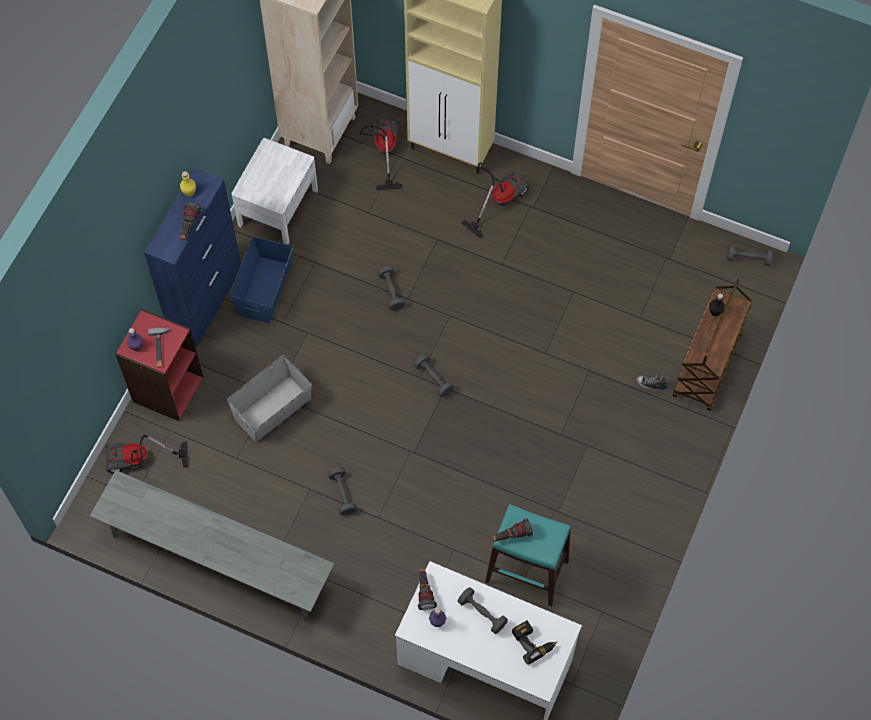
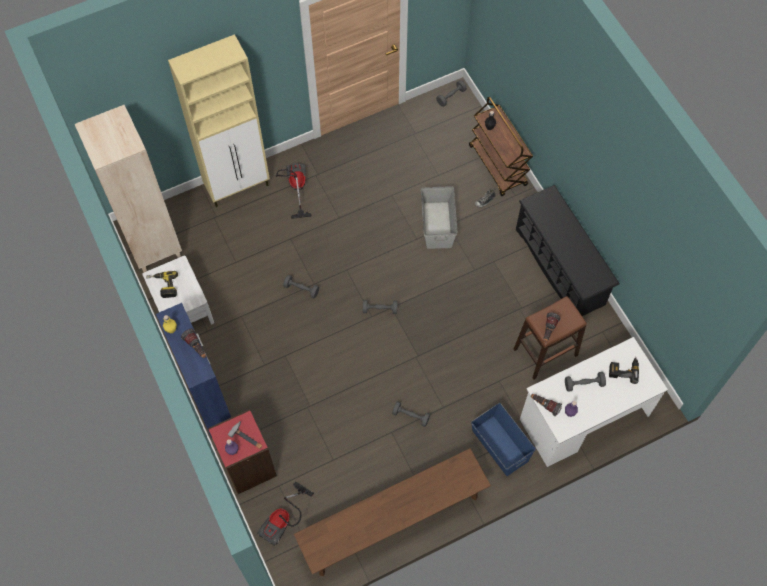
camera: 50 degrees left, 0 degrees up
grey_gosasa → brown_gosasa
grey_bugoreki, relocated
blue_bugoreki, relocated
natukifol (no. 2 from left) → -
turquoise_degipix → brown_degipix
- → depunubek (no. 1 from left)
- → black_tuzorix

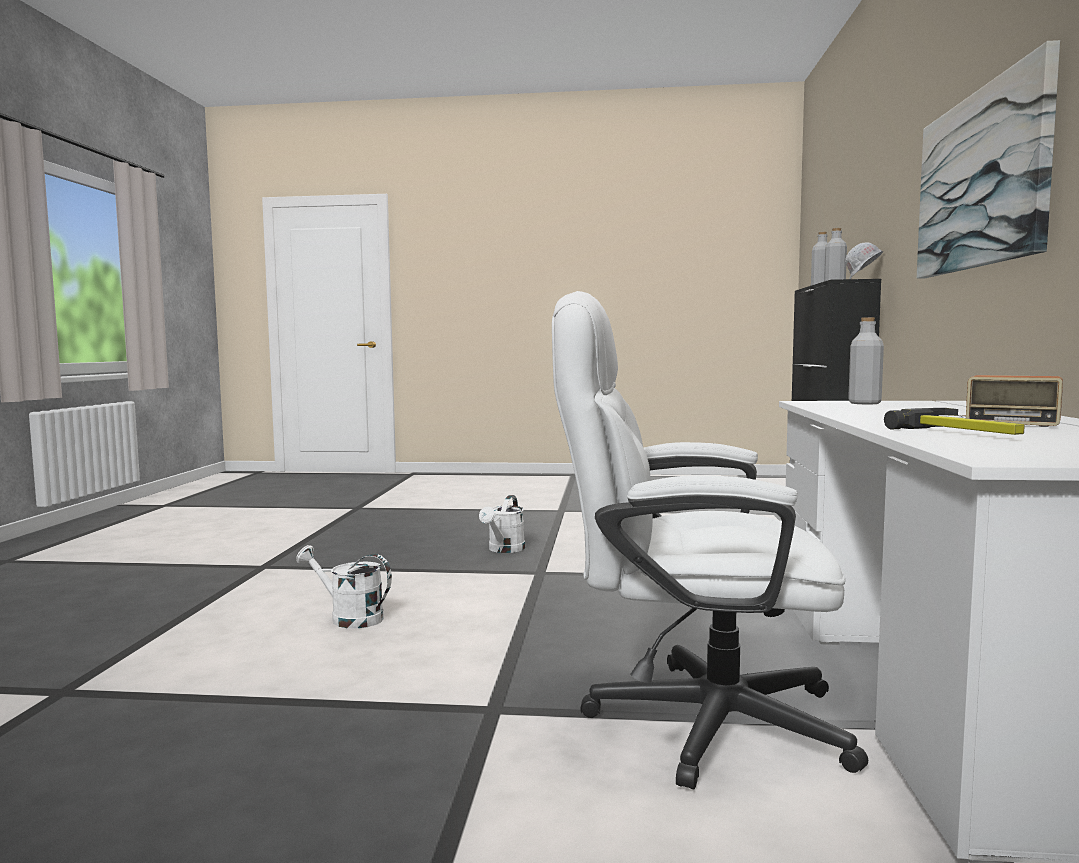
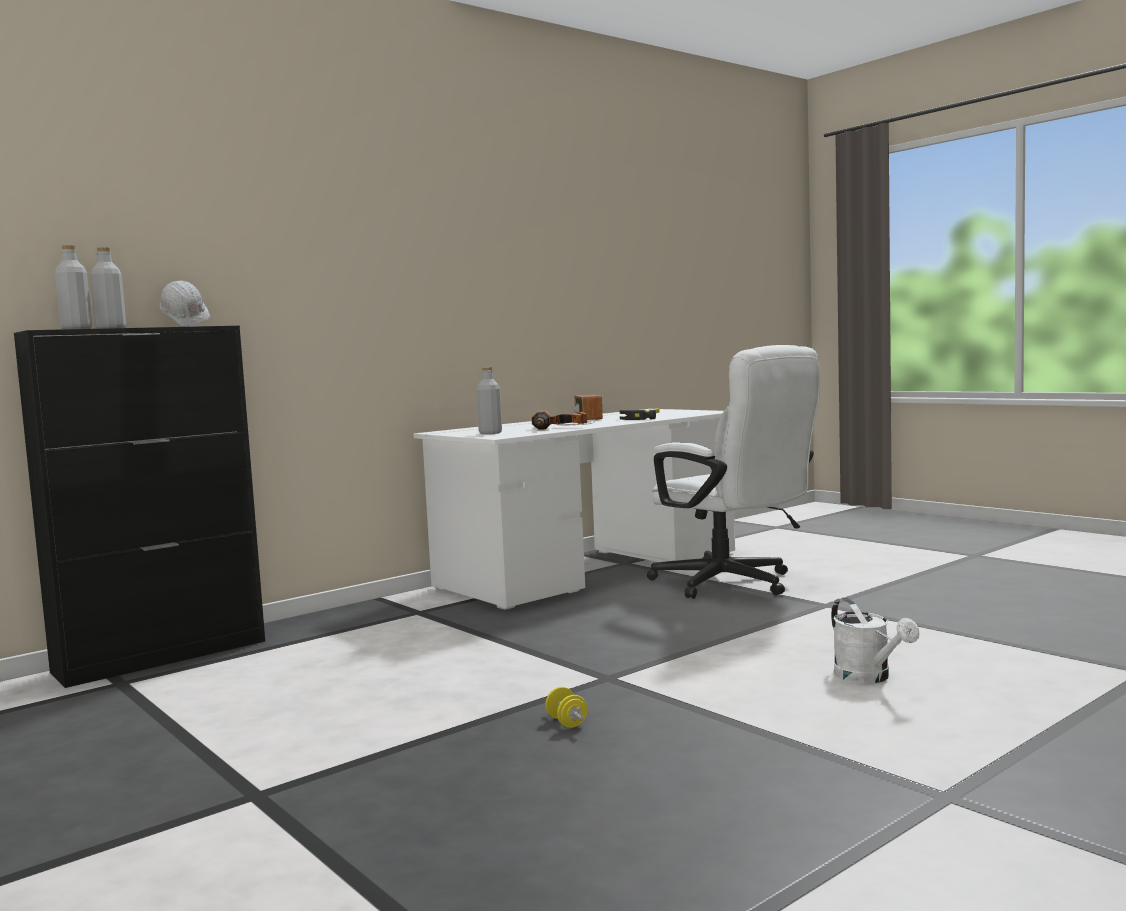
camera: 135 degrees left, 0 degrees up
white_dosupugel (no. 2 from left) → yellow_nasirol
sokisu → -
- → depunubek

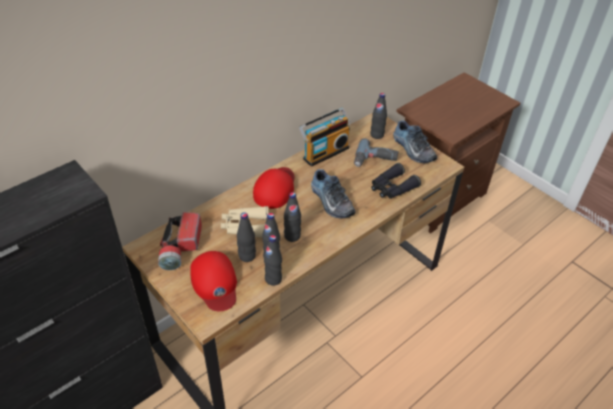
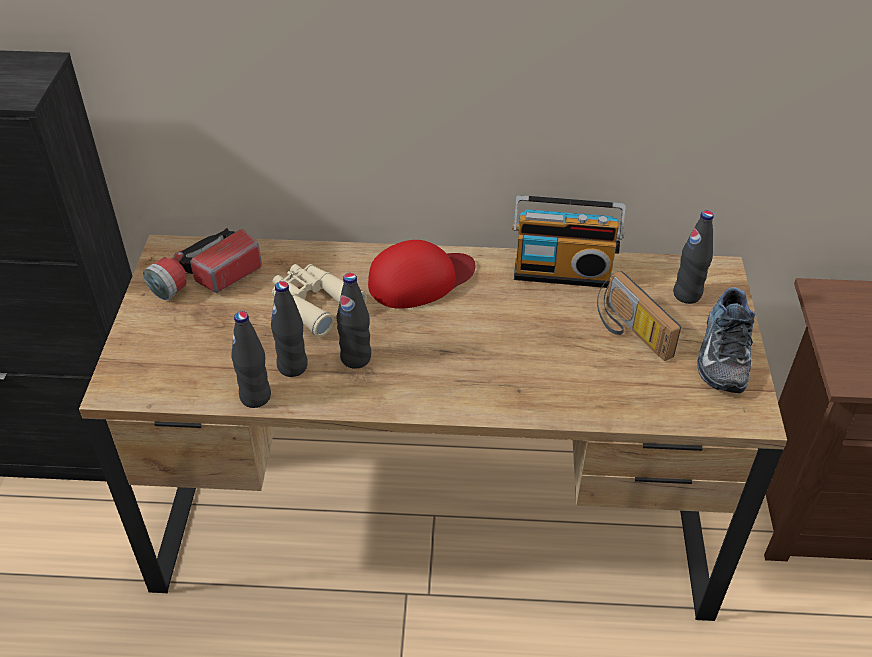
camera: 45 degrees right, 0 degrees up
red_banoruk (no. 1 from left) → -
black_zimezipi (no. 1 from left) → -
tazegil (no. 1 from left) → -
depunubek → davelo (no. 2 from left)
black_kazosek → -

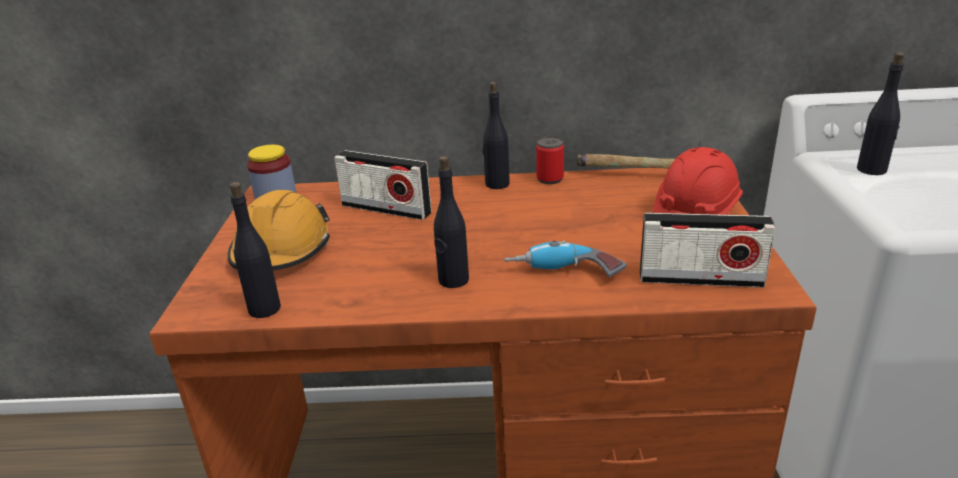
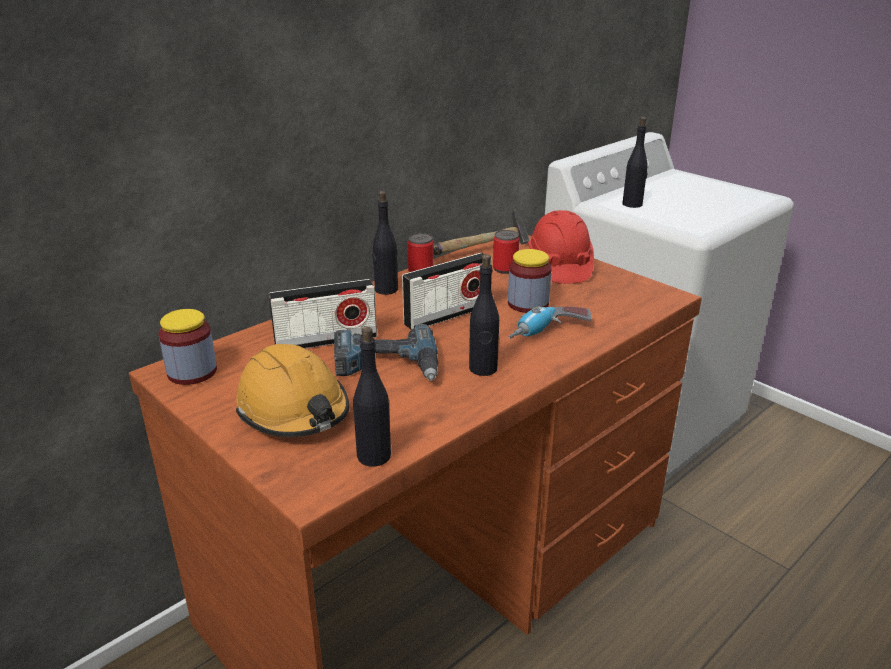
camera: 45 degrees left, 0 degrees up
davelo (no. 2 from left), relocated
- → depunubek (no. 1 from left)
- → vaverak (no. 2 from left)
- → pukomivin (no. 2 from left)

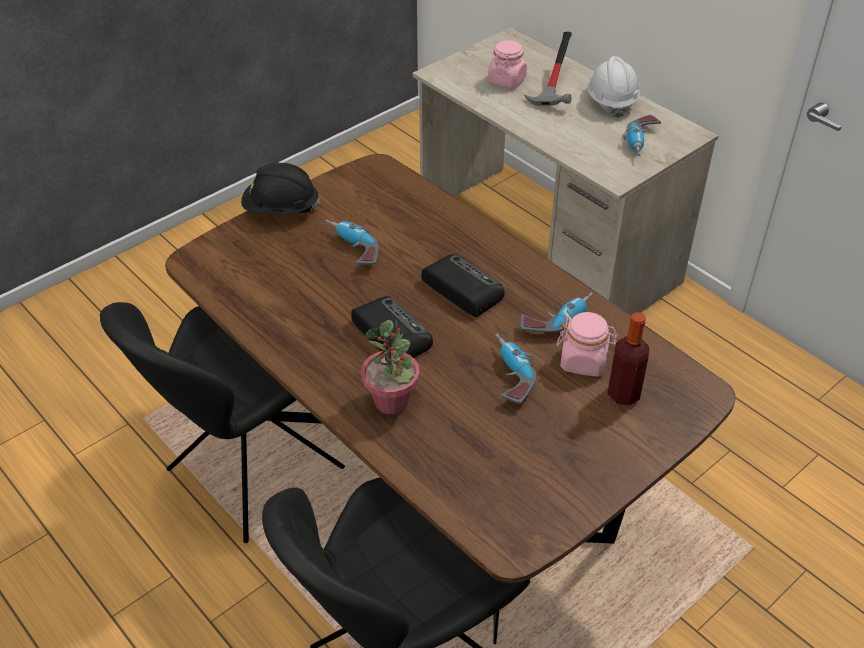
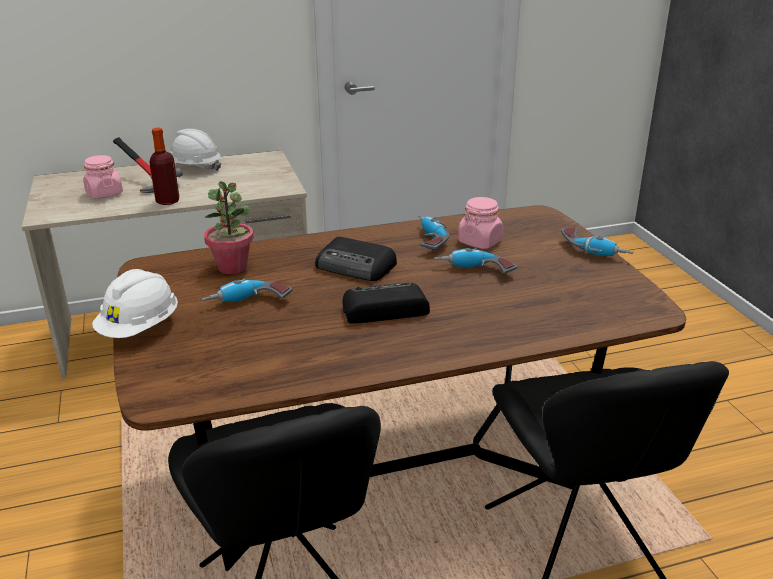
camera: 65 degrees left, 15 degrees down
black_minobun → white_minobun (no. 1 from left)
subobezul, relocated
davelo (no. 2 from left in the first image) → davelo (no. 1 from left), 135 degrees counterclockwise
zimezipi, relocated
depunubek (no. 4 from left), relocated

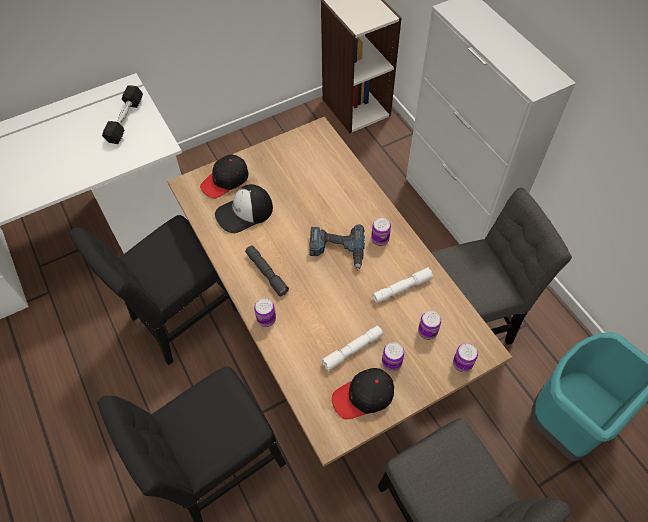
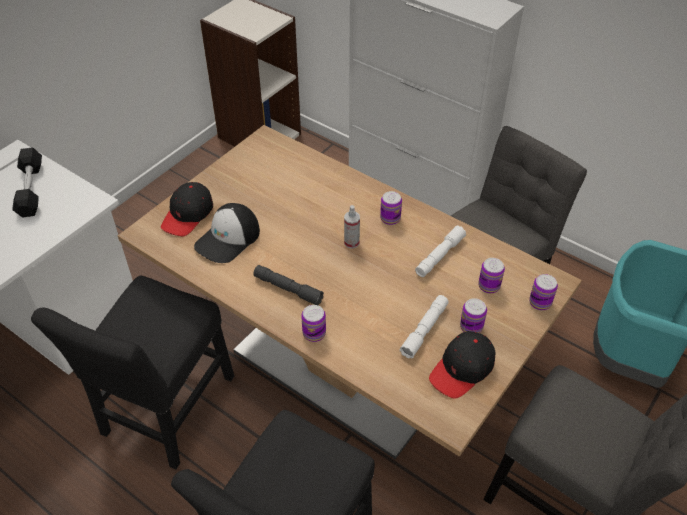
camera: 25 degrees left, 10 degrees down
depunubek → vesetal

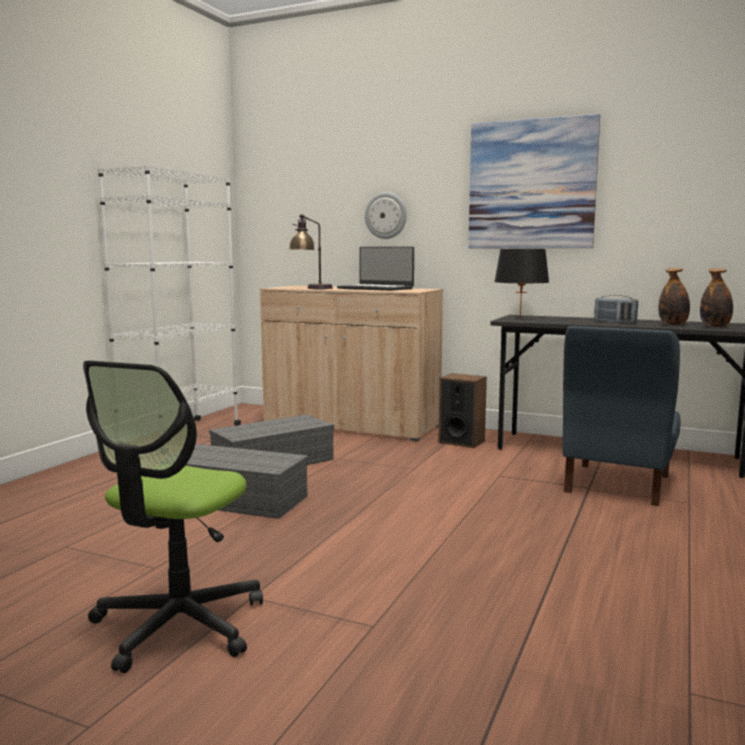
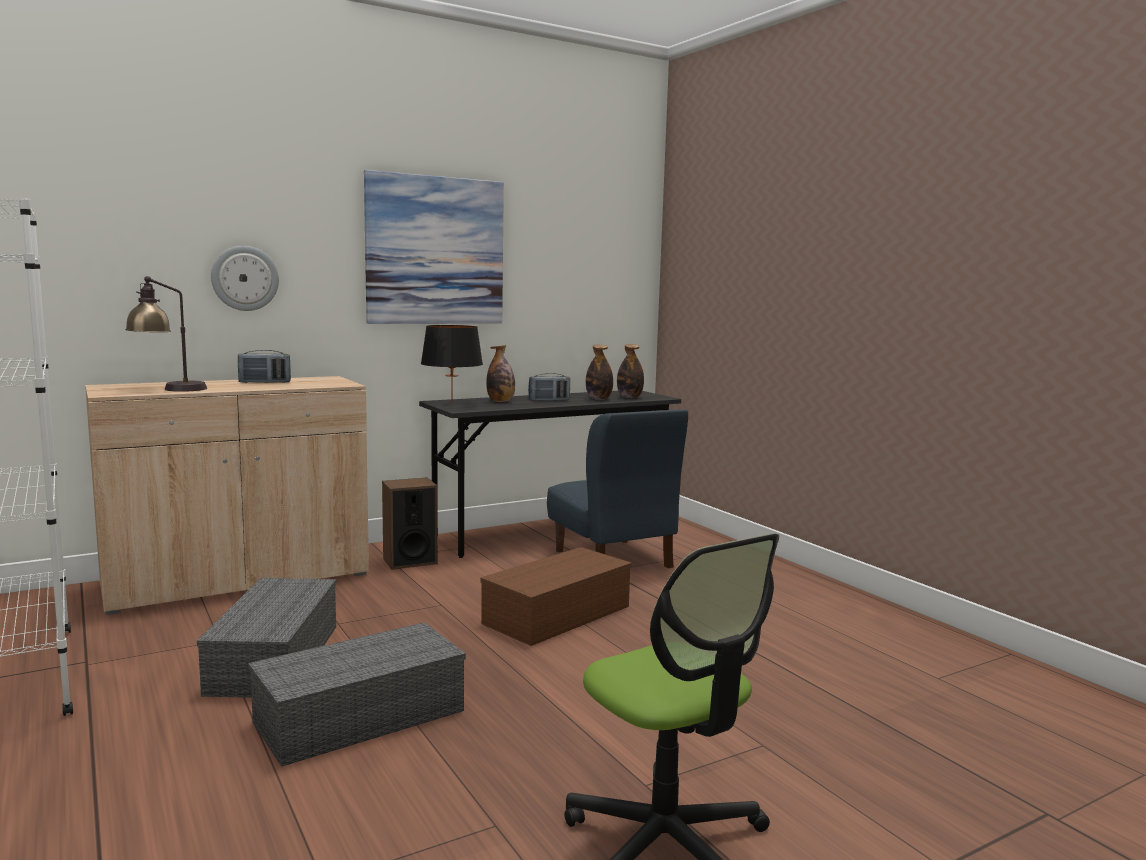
camera: 55 degrees left, 0 degrees up
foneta → davelo (no. 1 from left)
- → brown_bugoreki
- → zimezipi (no. 1 from left)

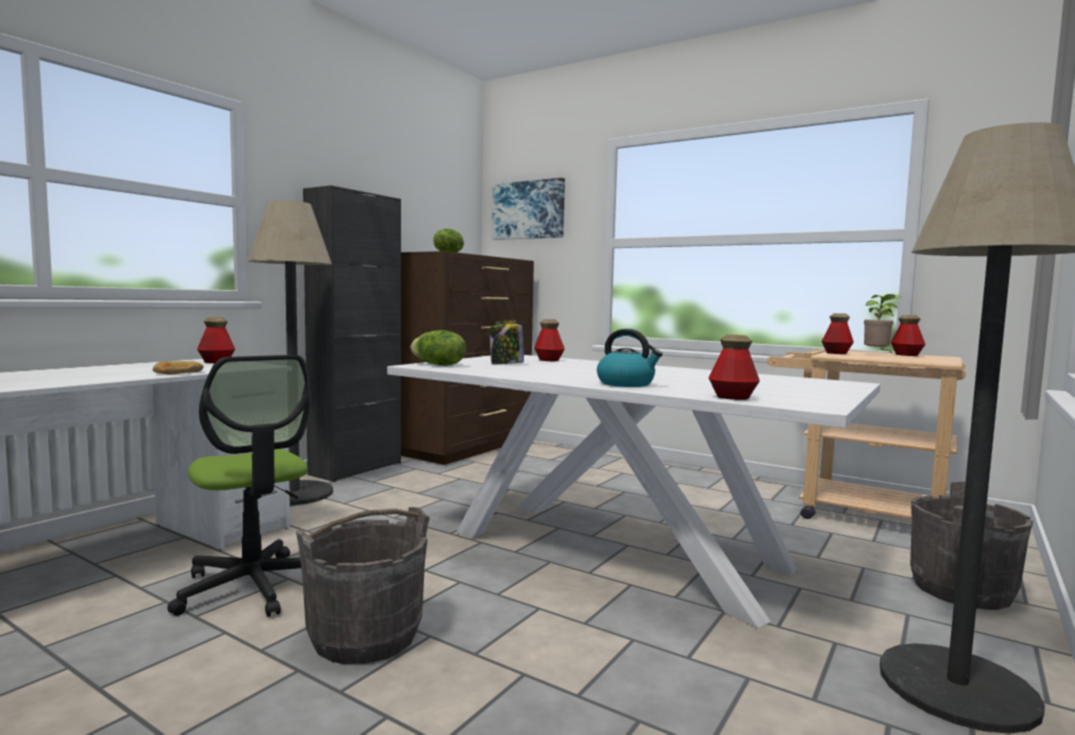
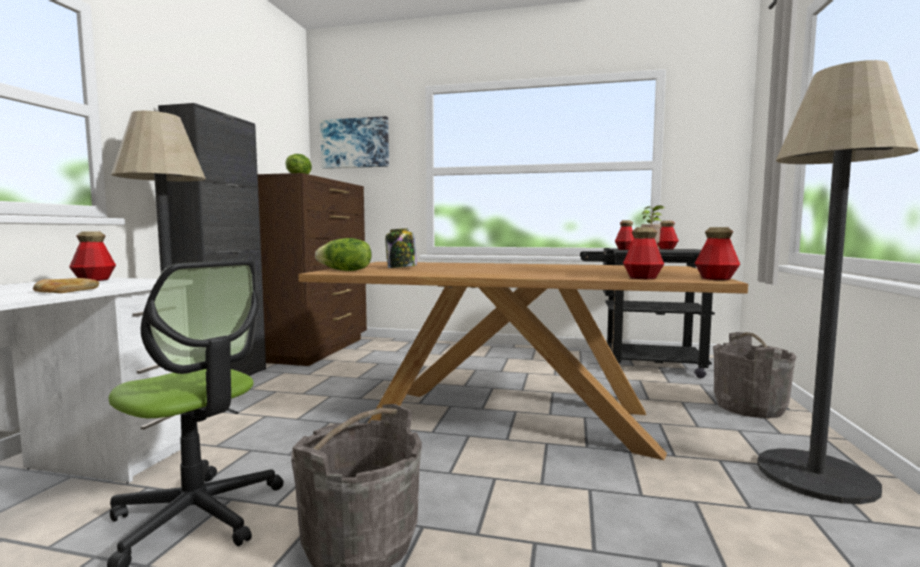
camera: 20 degrees left, 0 degrees up
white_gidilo → brown_gidilo
zimezipi (no. 2 from left in the first image) → zimezipi (no. 5 from left), relocated
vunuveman → -
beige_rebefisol → black_rebefisol

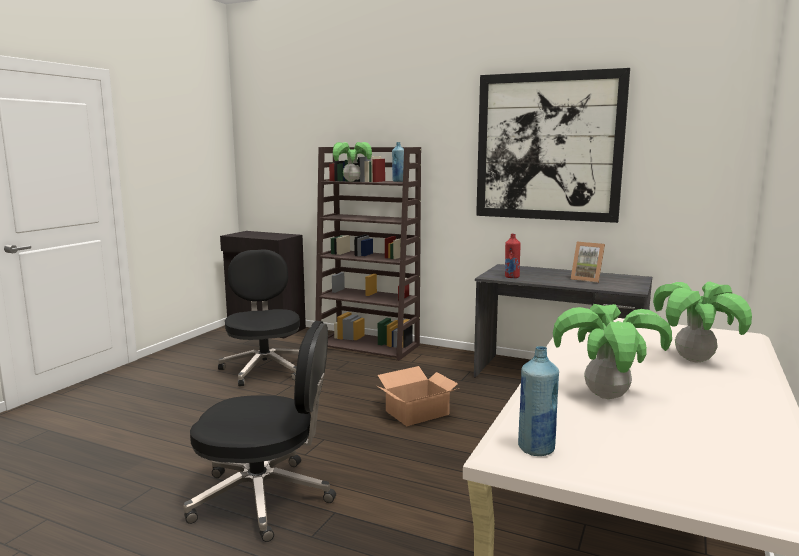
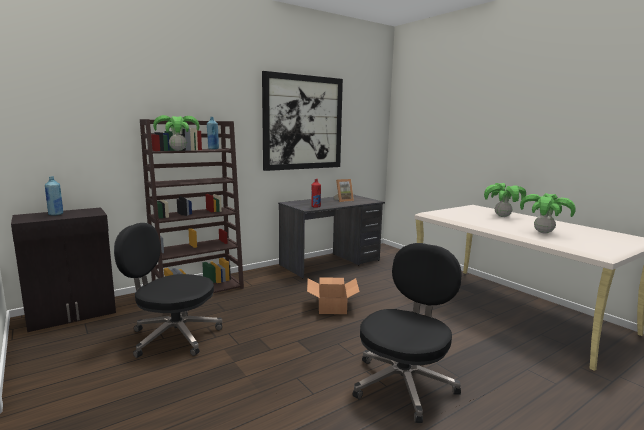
camera: 60 degrees left, 0 degrees up
blue_zimezipi (no. 2 from left in the first image) → blue_zimezipi (no. 1 from left), relocated

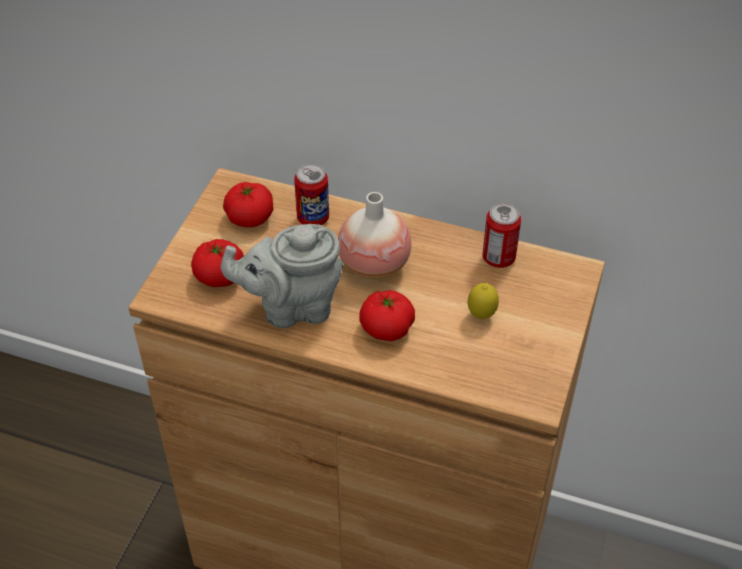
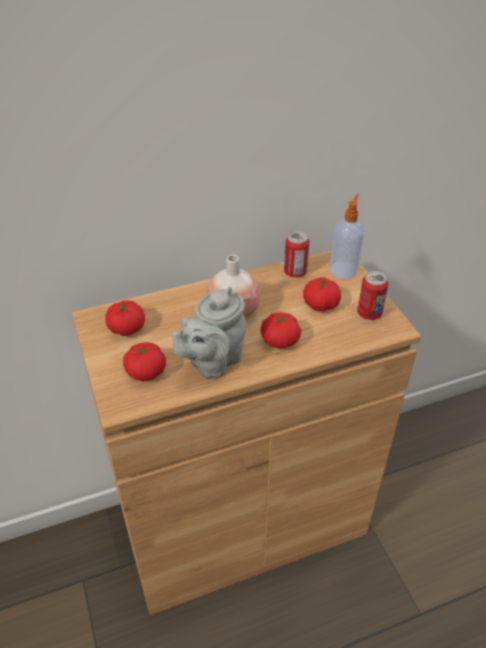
camera: 40 degrees left, 5 degrees down
vaverak (no. 1 from left in the first image) → vaverak (no. 2 from left), relocated
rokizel → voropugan (no. 4 from left)
- → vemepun

